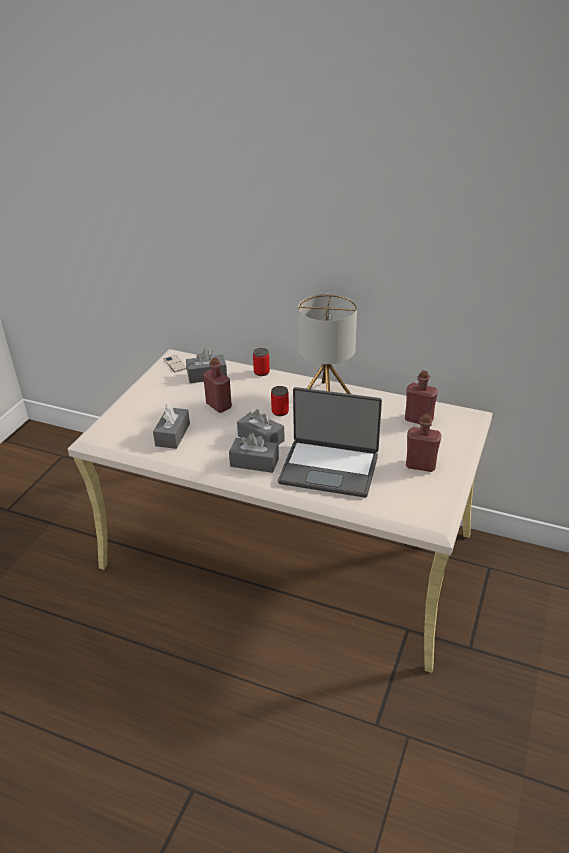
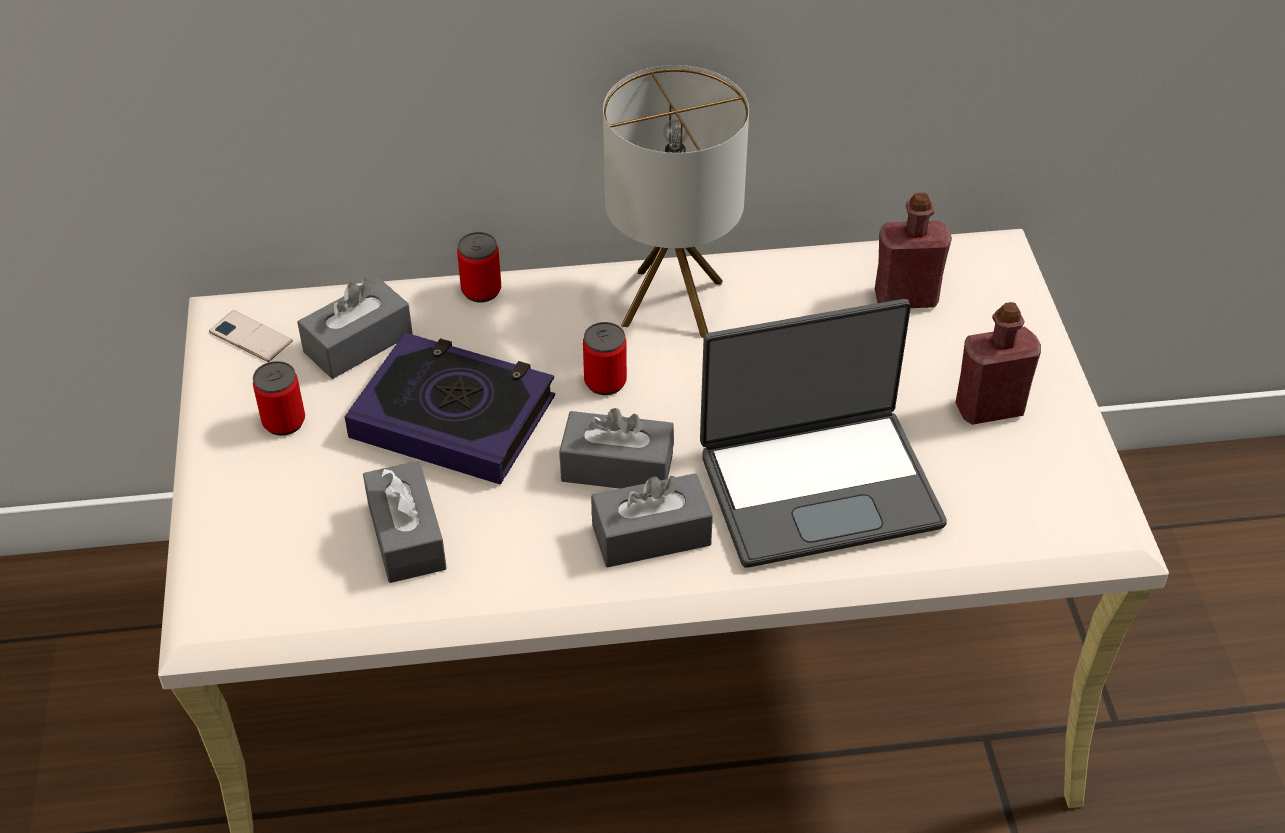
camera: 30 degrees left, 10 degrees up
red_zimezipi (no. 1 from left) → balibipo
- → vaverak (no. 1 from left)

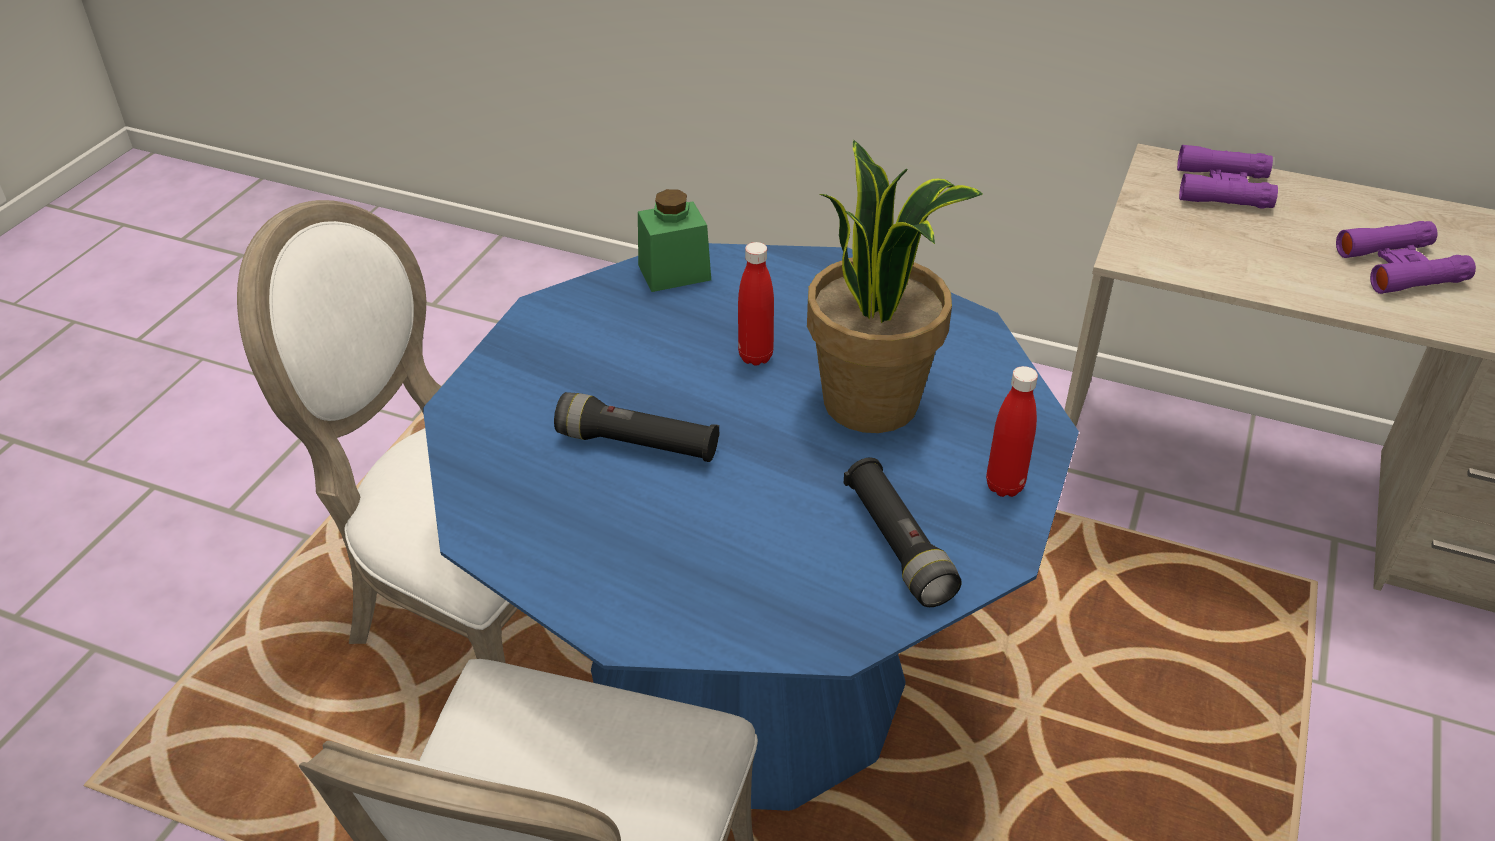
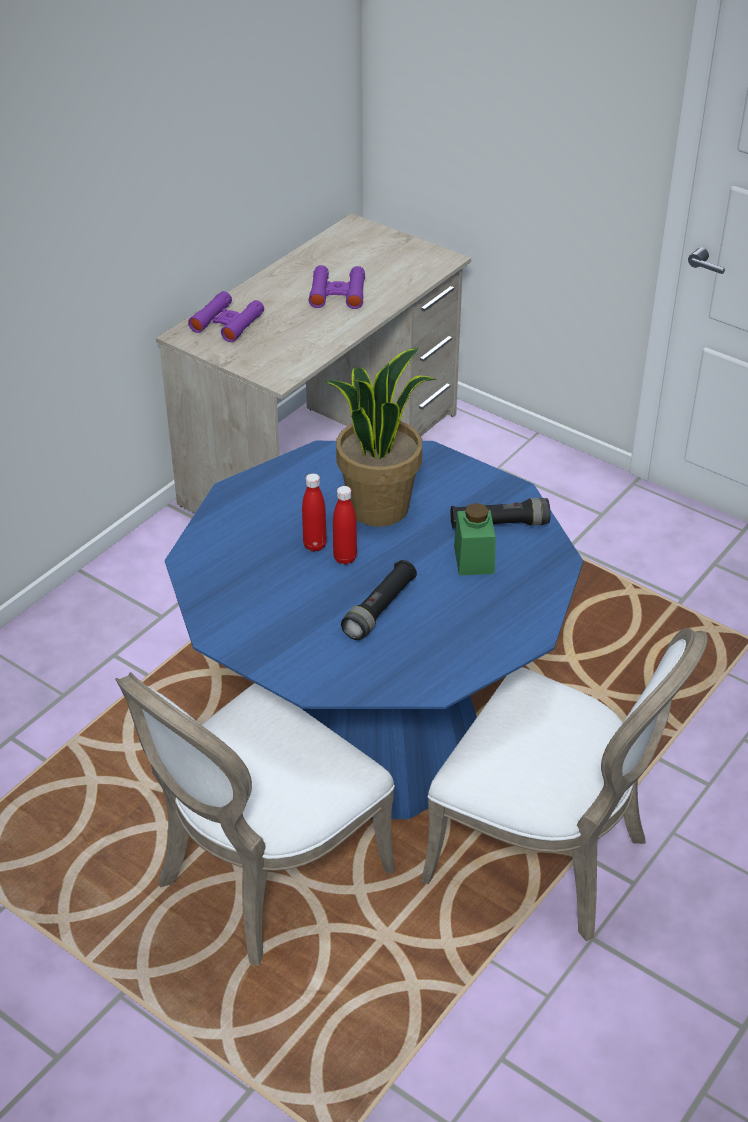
camera: 75 degrees left, 0 degrees up
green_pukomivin, relocated
red_zimezipi (no. 2 from left), relocated

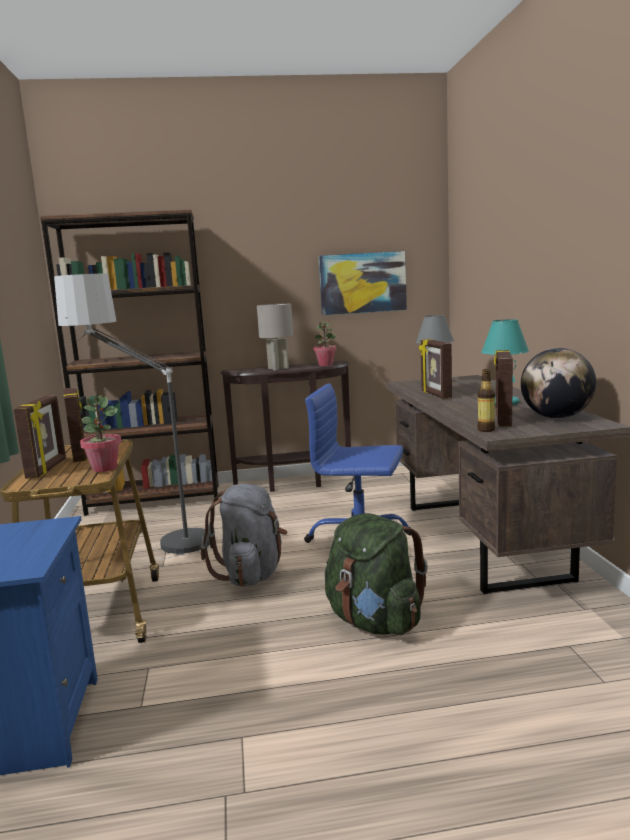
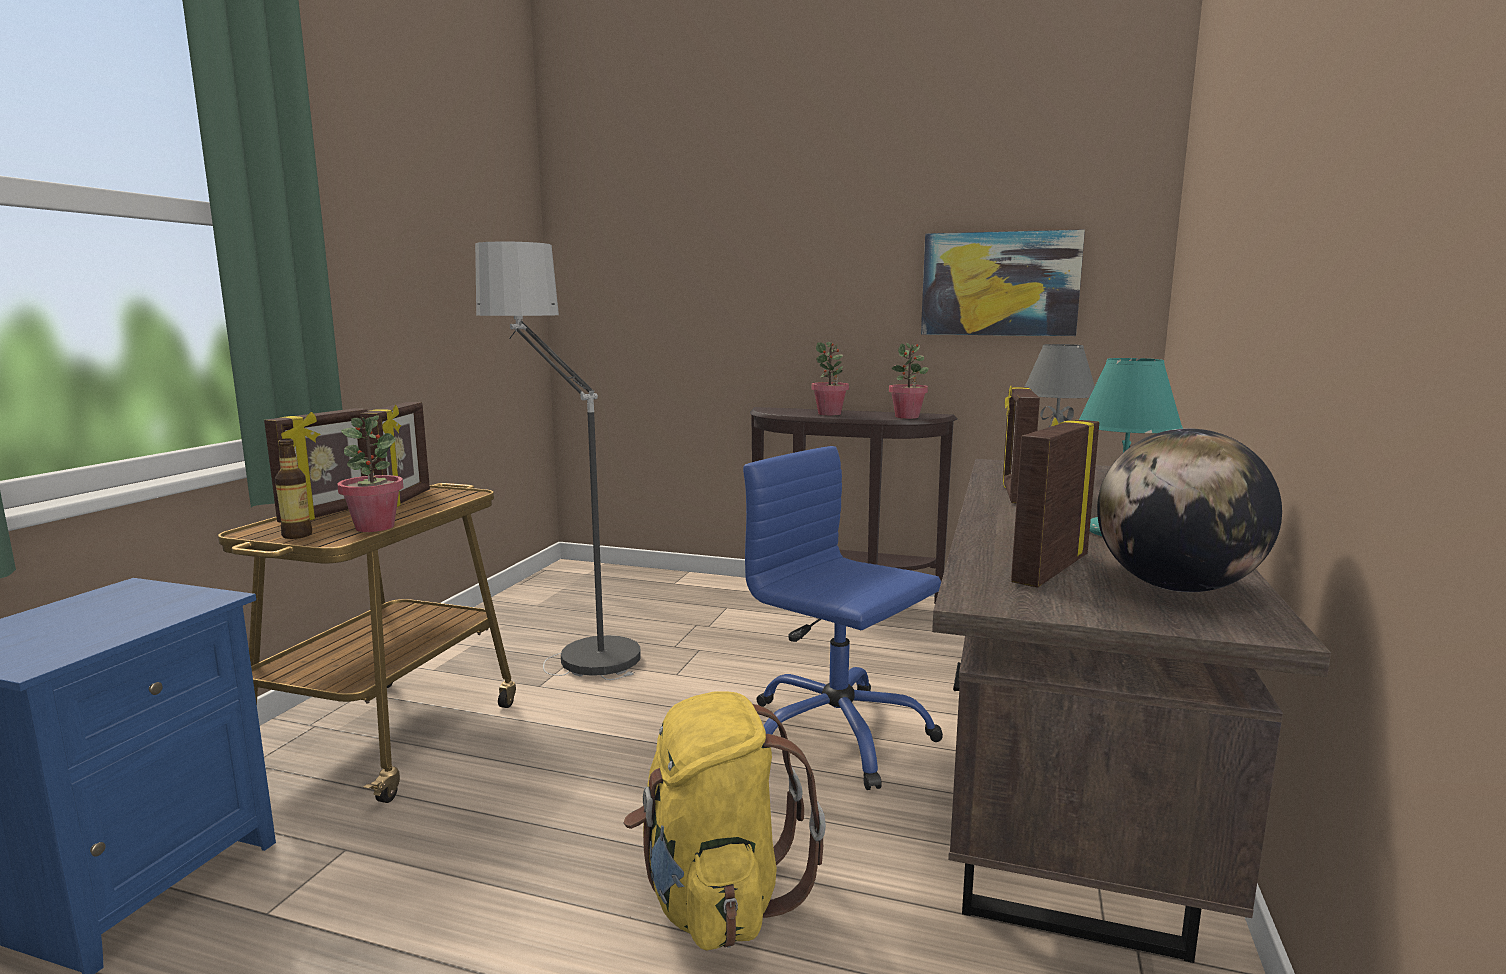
camera: 25 degrees right, 0 degrees up
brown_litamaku → -
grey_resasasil → -
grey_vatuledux (no. 1 from left) → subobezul (no. 2 from left)
green_resasasil → yellow_resasasil
zimezipi, relocated

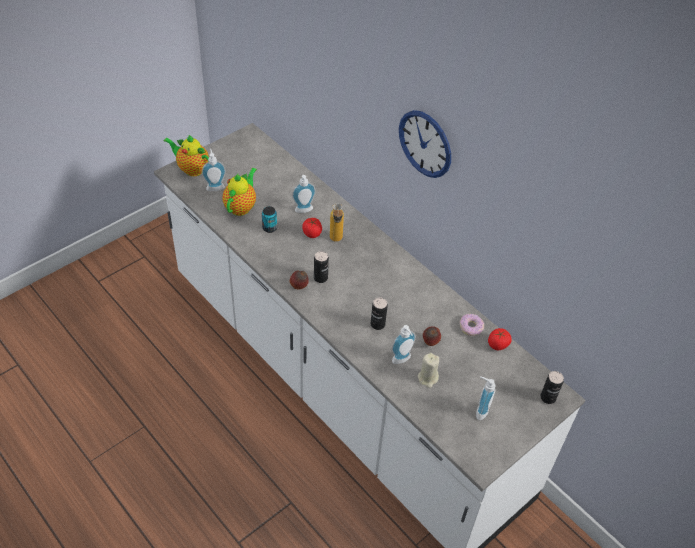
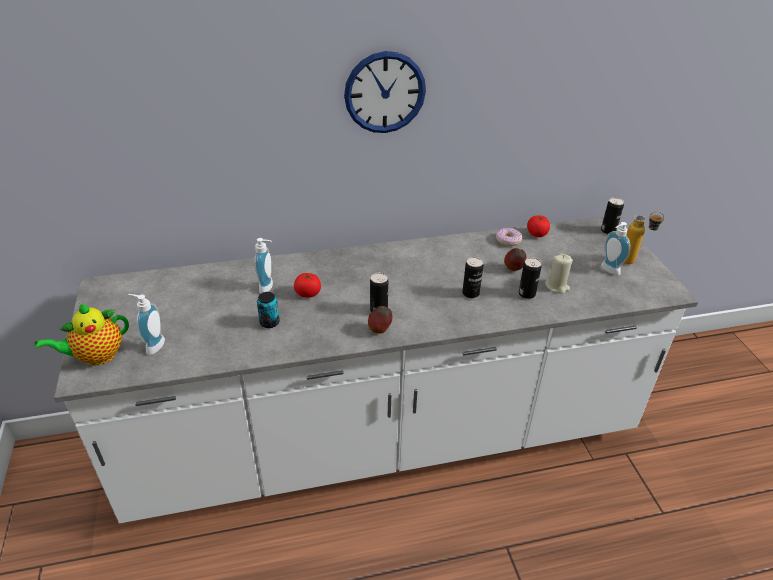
camera: 60 degrees left, 10 degrees down
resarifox (no. 2 from left) → -
zimezipi, relocated
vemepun (no. 3 from left) → vaverak (no. 4 from left)

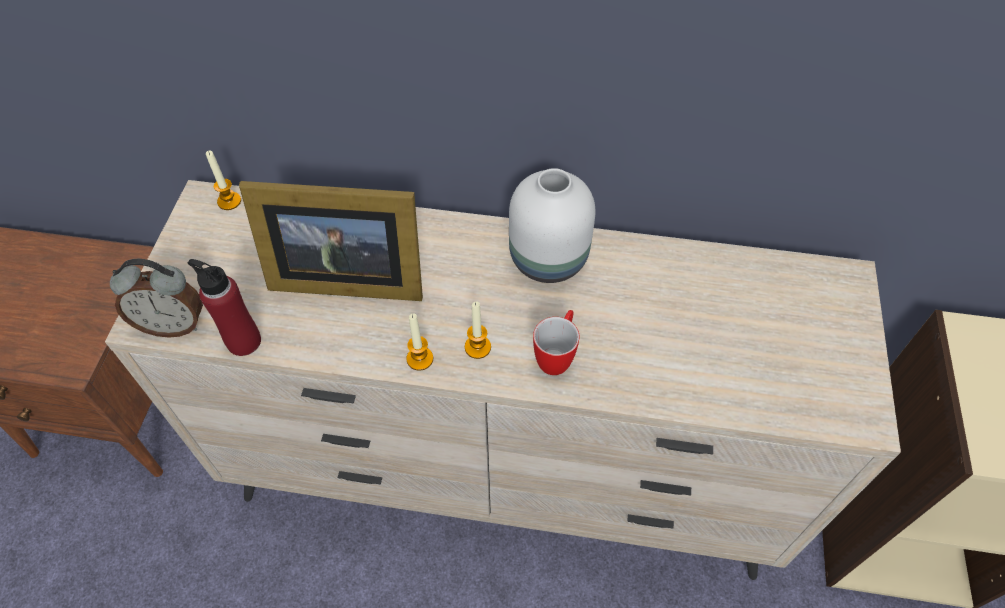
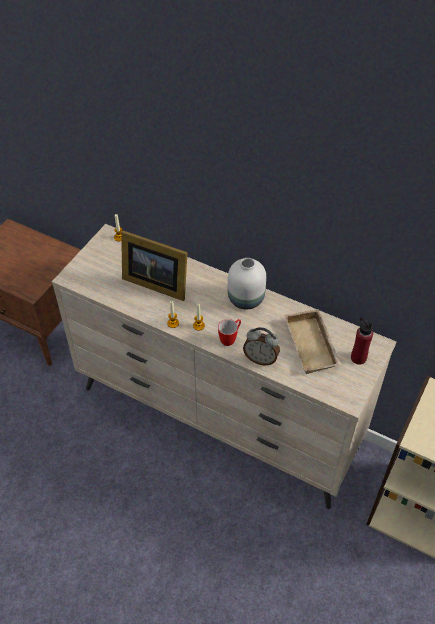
camera: 20 degrees right, 5 degrees down
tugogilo, relocated
red_zimezipi, relocated
- → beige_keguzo

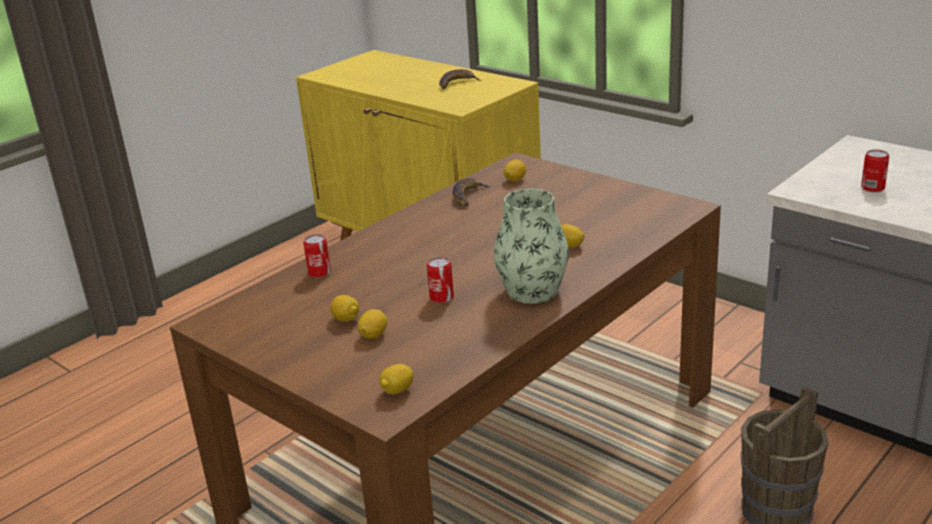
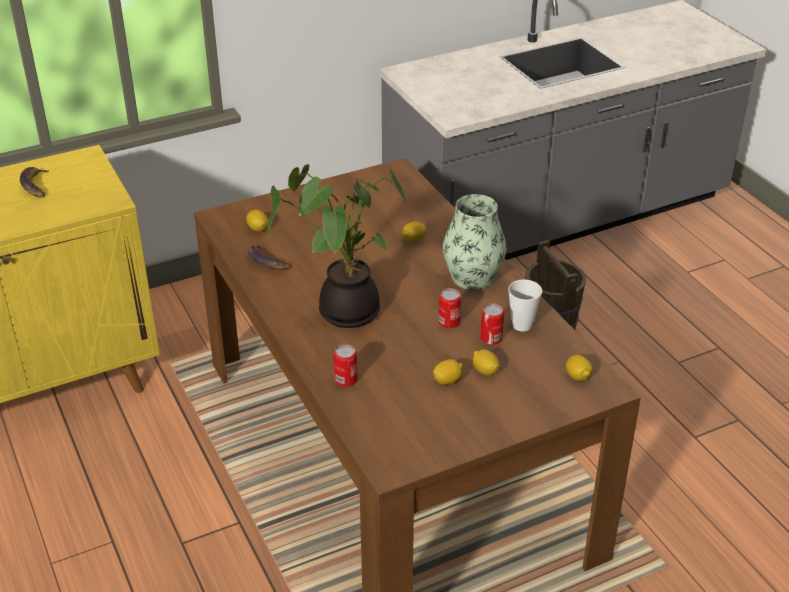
camera: 70 degrees left, 10 degrees up
vaverak (no. 3 from left), relocated
- → subobezul
- → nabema

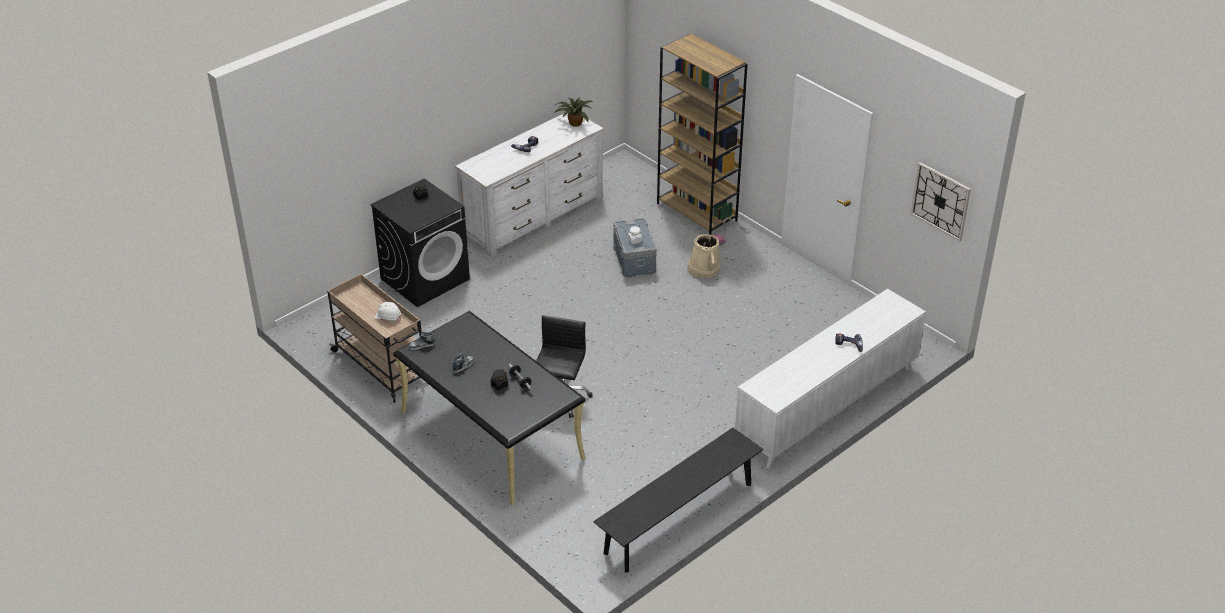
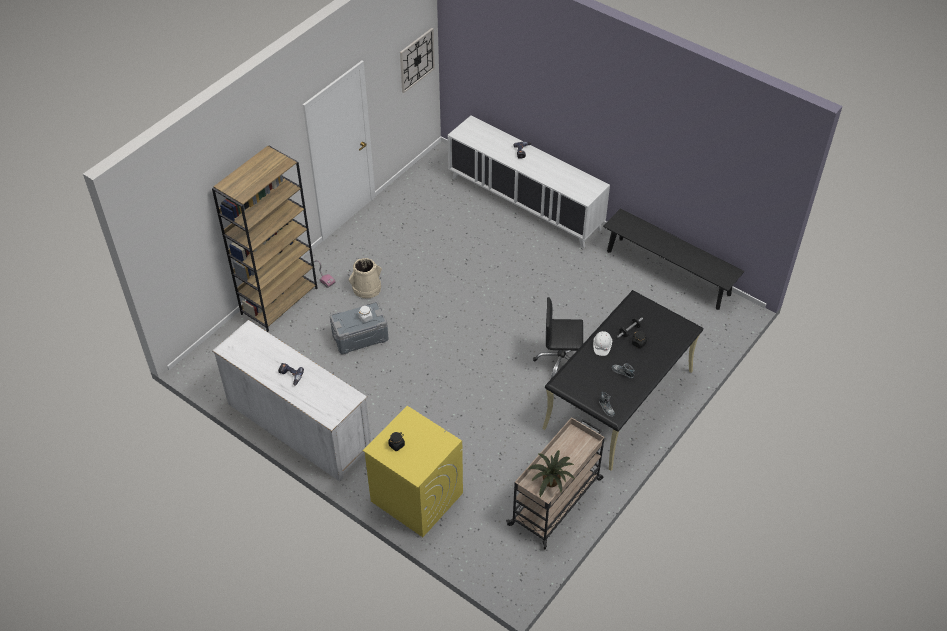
camera: 100 degrees left, 10 degrees up
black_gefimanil → yellow_gefimanil
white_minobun, relocated
subobezul, relocated

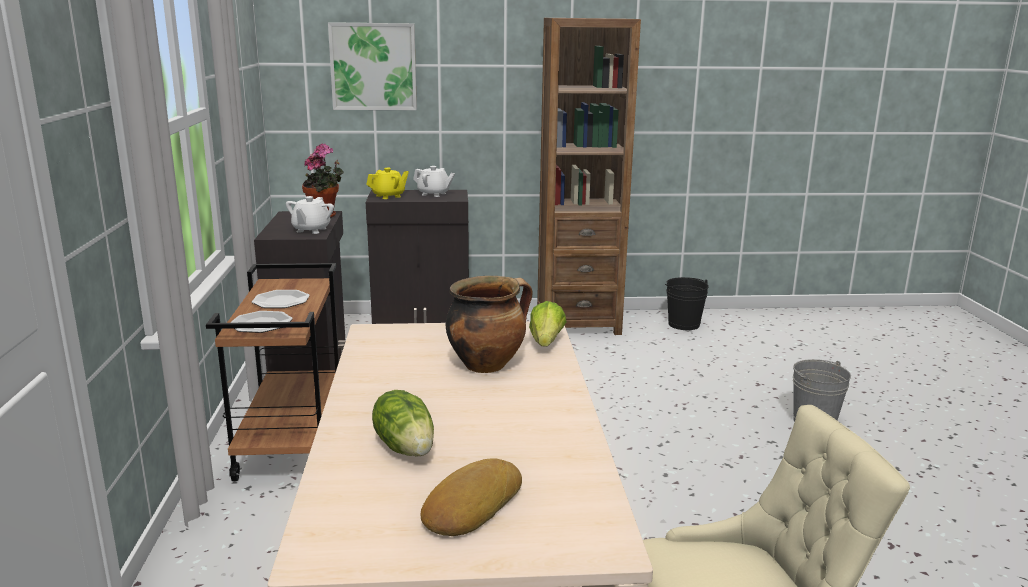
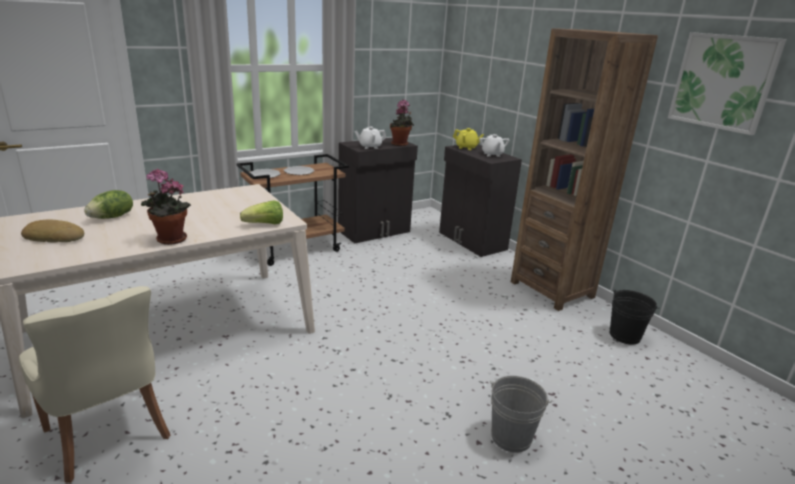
camera: 60 degrees right, 5 degrees up
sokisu, relocated
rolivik → -
- → subobezul (no. 1 from left)

